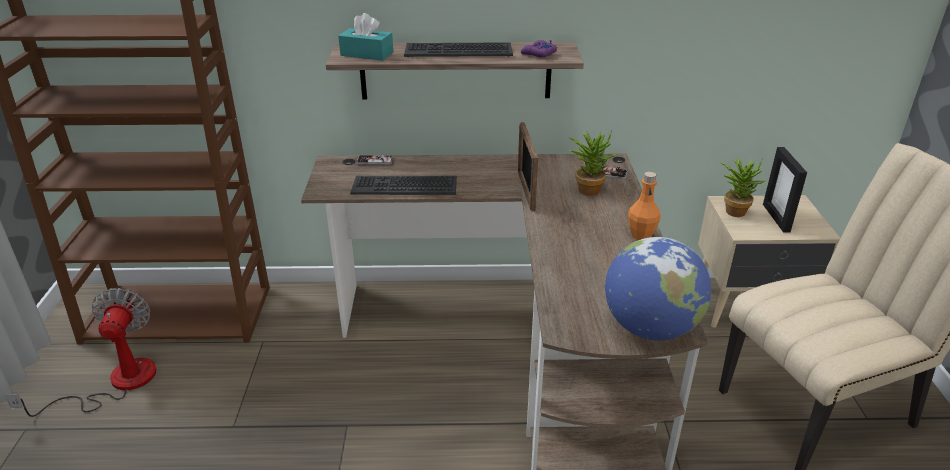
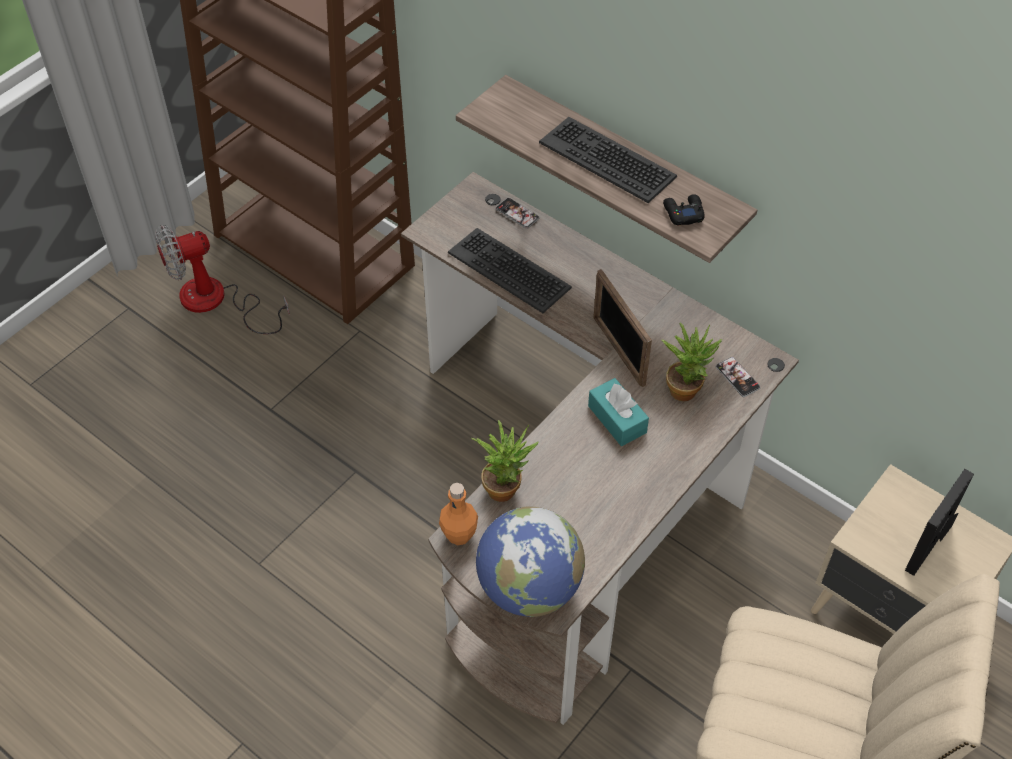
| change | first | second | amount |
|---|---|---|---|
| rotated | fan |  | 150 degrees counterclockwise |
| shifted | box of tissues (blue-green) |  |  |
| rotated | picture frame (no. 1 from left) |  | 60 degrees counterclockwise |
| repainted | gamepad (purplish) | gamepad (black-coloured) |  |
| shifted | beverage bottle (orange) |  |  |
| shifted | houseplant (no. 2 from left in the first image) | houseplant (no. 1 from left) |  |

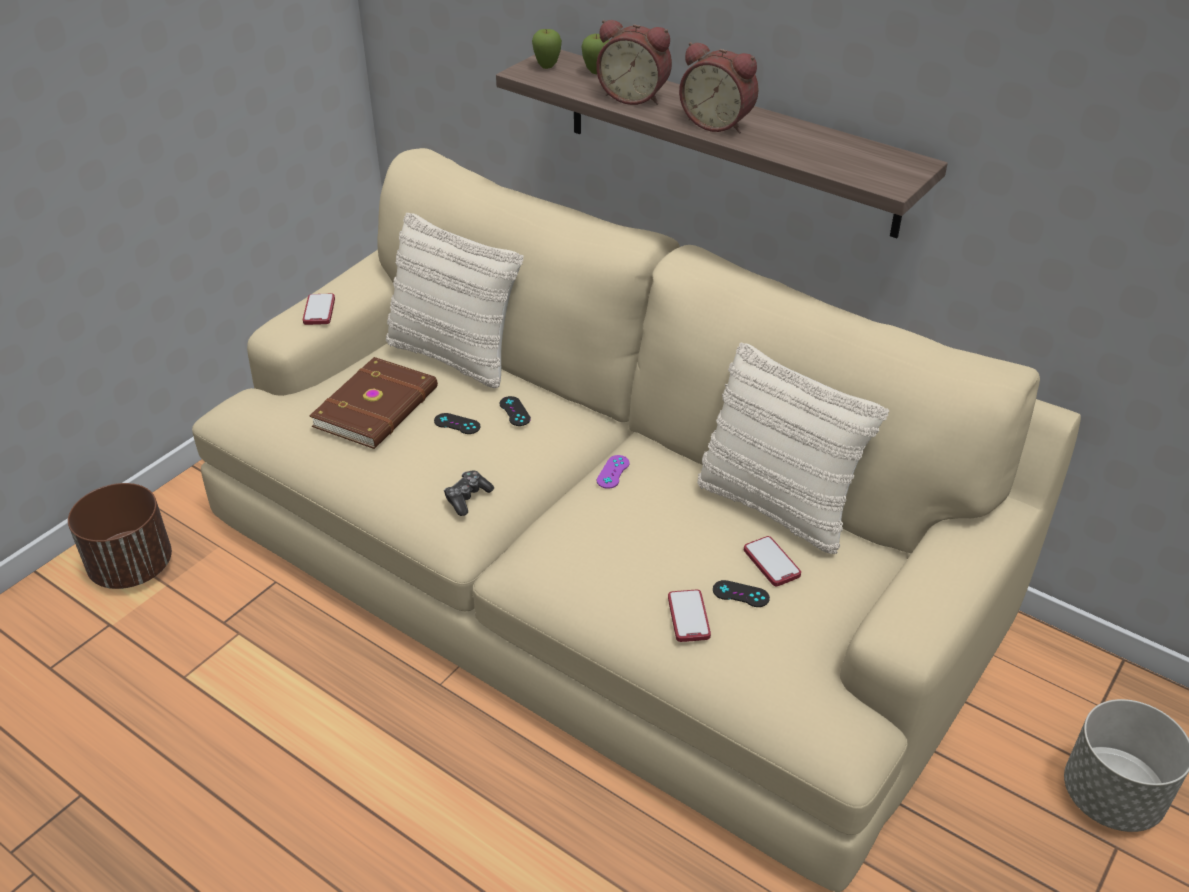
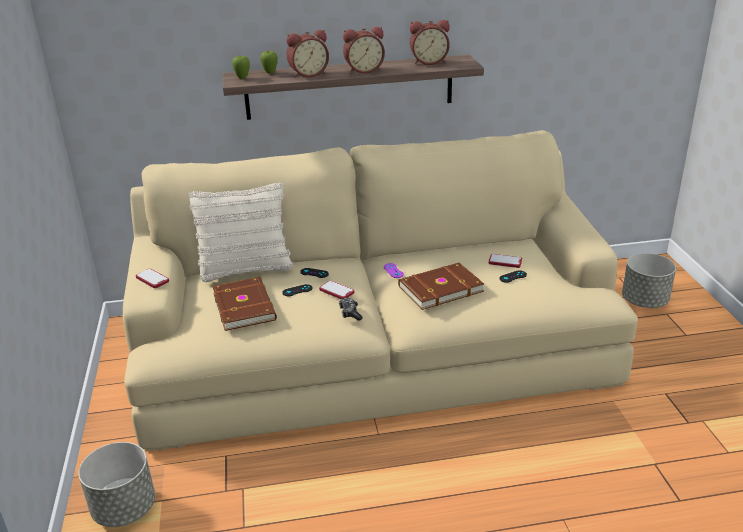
| change | first | second | amount |
|---|---|---|---|
| repainted | planter (brown) | planter (greyish) (no. 1 from left) |  |
| shifted | phone (no. 2 from left) |  |  |
| gone | pillow (beige-coloured) (no. 2 from left) |  |  |
| new |  | bound book (brown) (no. 2 from left) |  |
| new |  | alarm clock (no. 3 from left) |  |

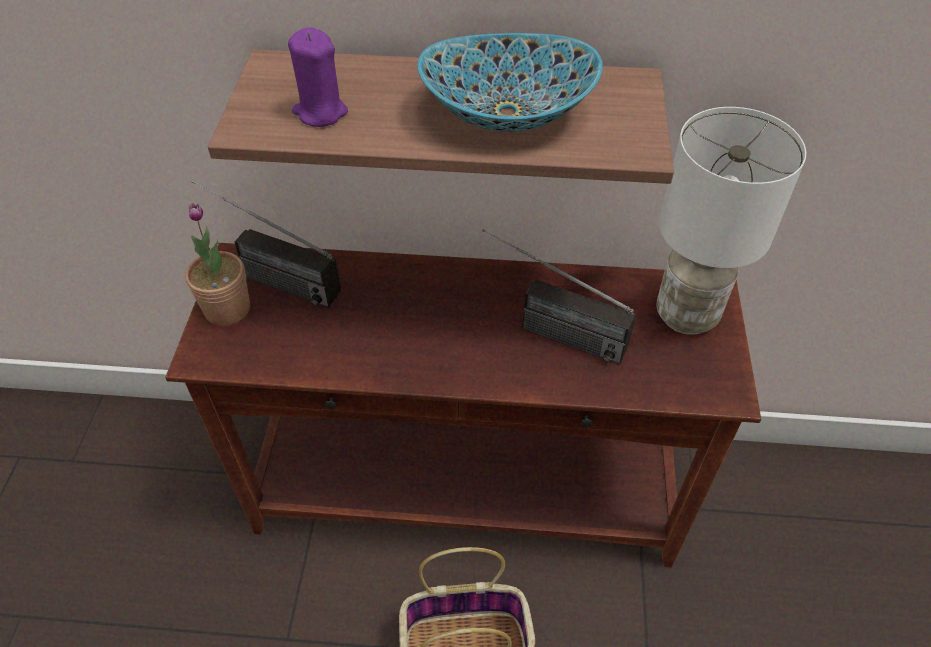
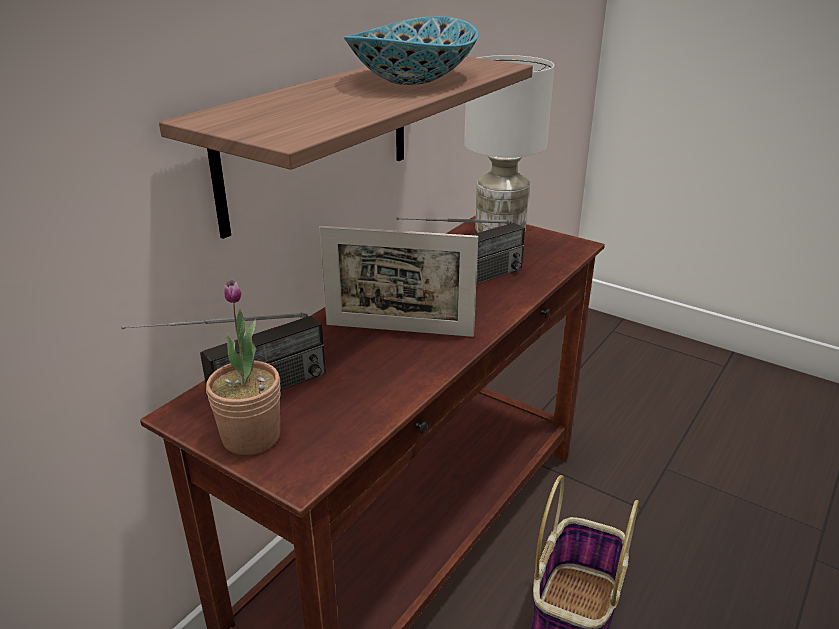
| change | first | second | amount |
|---|---|---|---|
| gone | candle (purplish) |  |  |
| new |  | picture frame |  |

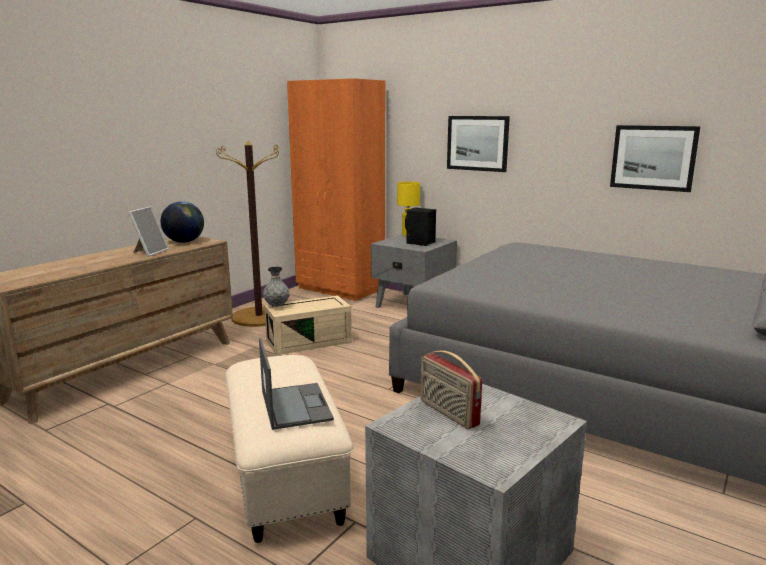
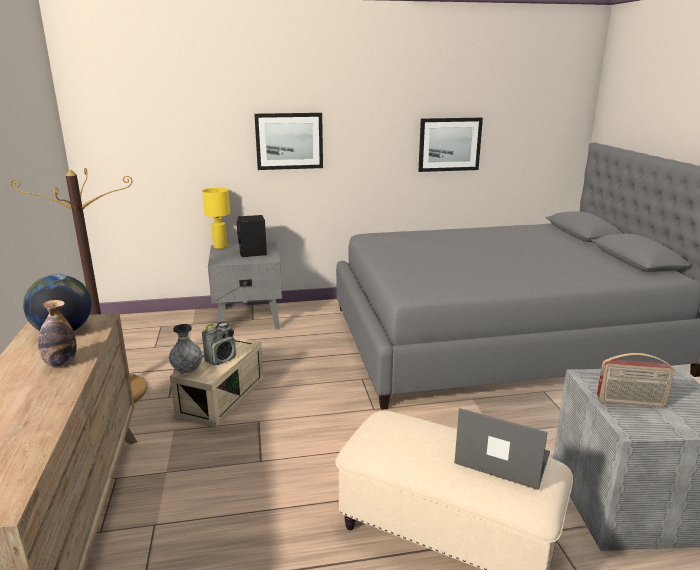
| change | first | second | amount |
|---|---|---|---|
| swapped | picture frame | beverage bottle |  |
| gone | wardrobe (orange) |  |  |
| new |  | radio (no. 1 from left) |  |

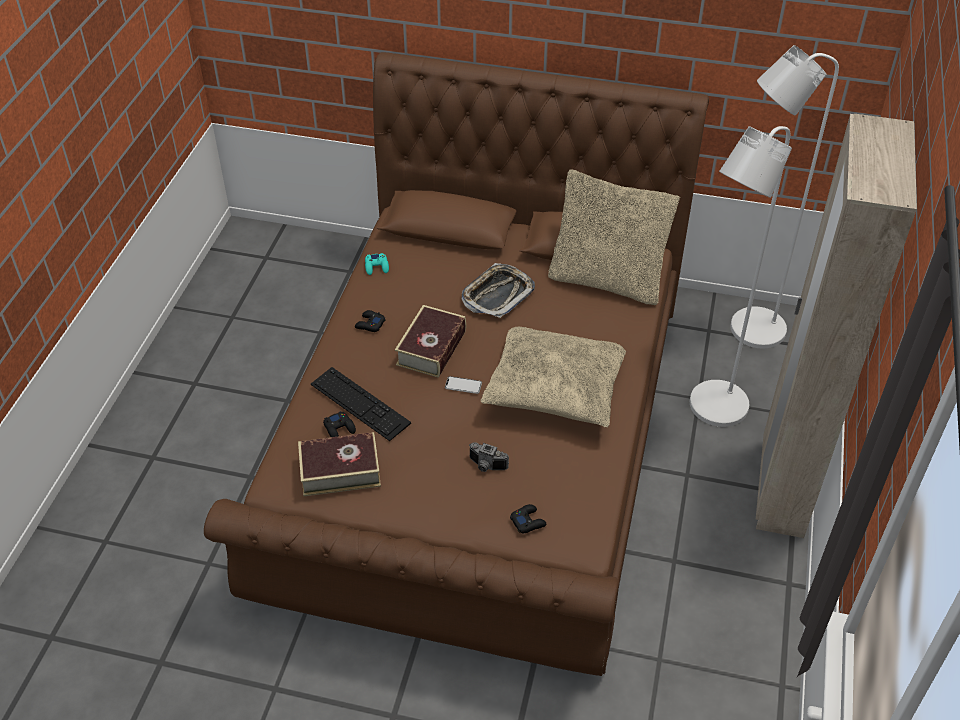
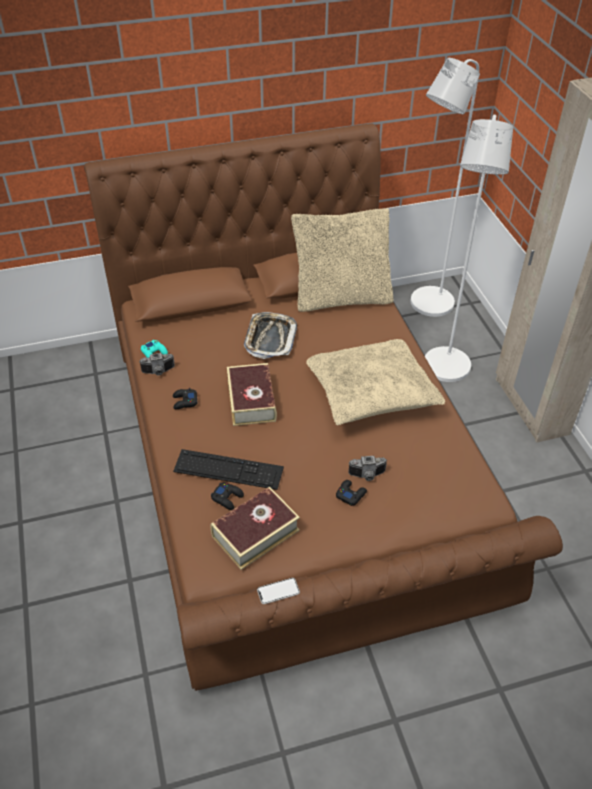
| change | first | second | amount |
|---|---|---|---|
| shifted | phone |  |  |
| shifted | gamepad (black-coloured) (no. 3 from left) |  |  |
| new |  | photo camera (no. 1 from left) |  |

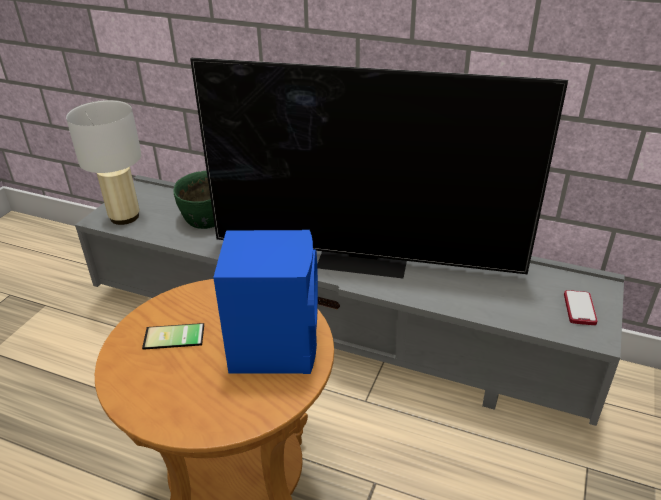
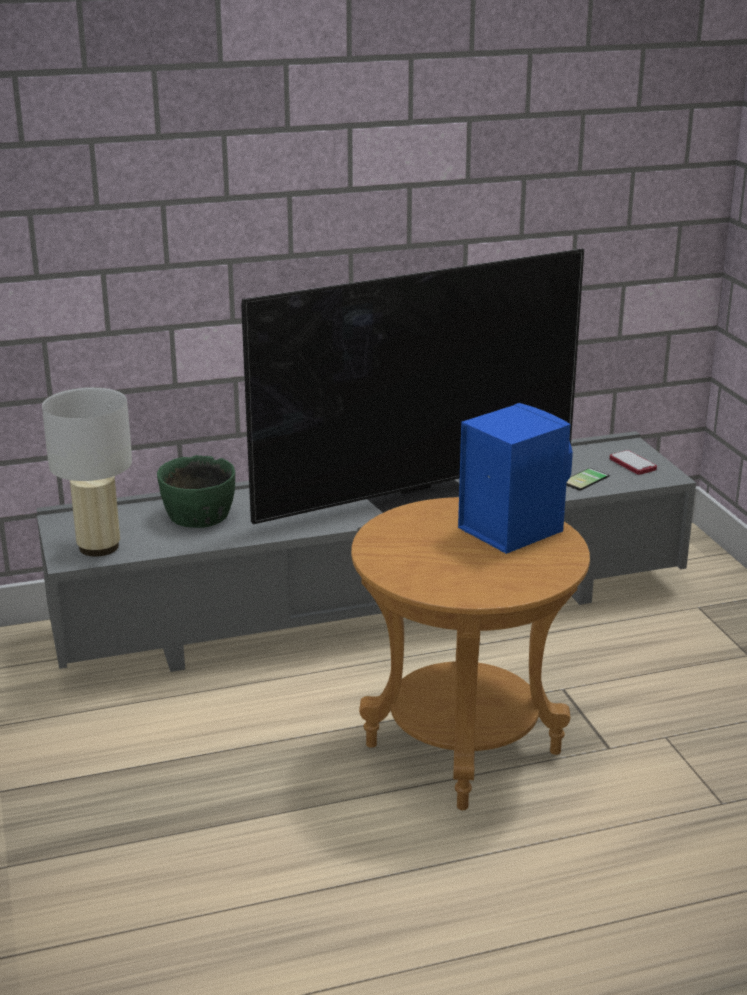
| change | first | second | amount |
|---|---|---|---|
| shifted | phone (no. 1 from left) |  |  |

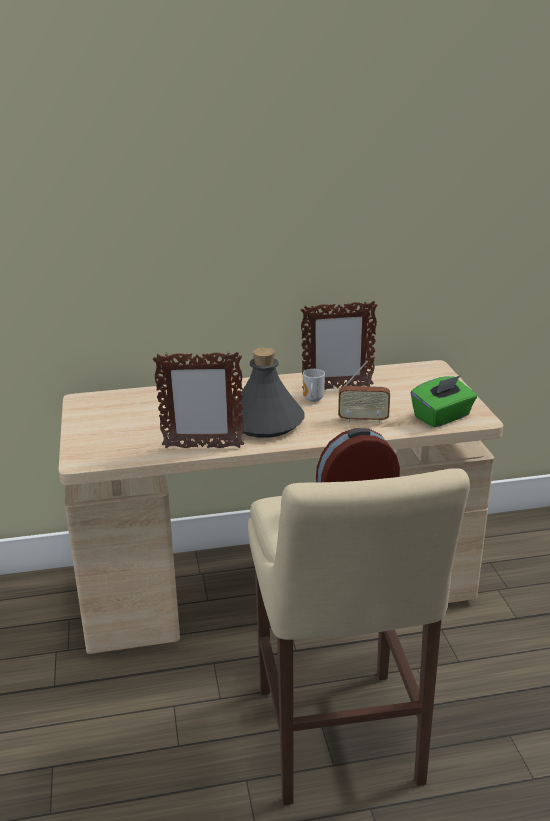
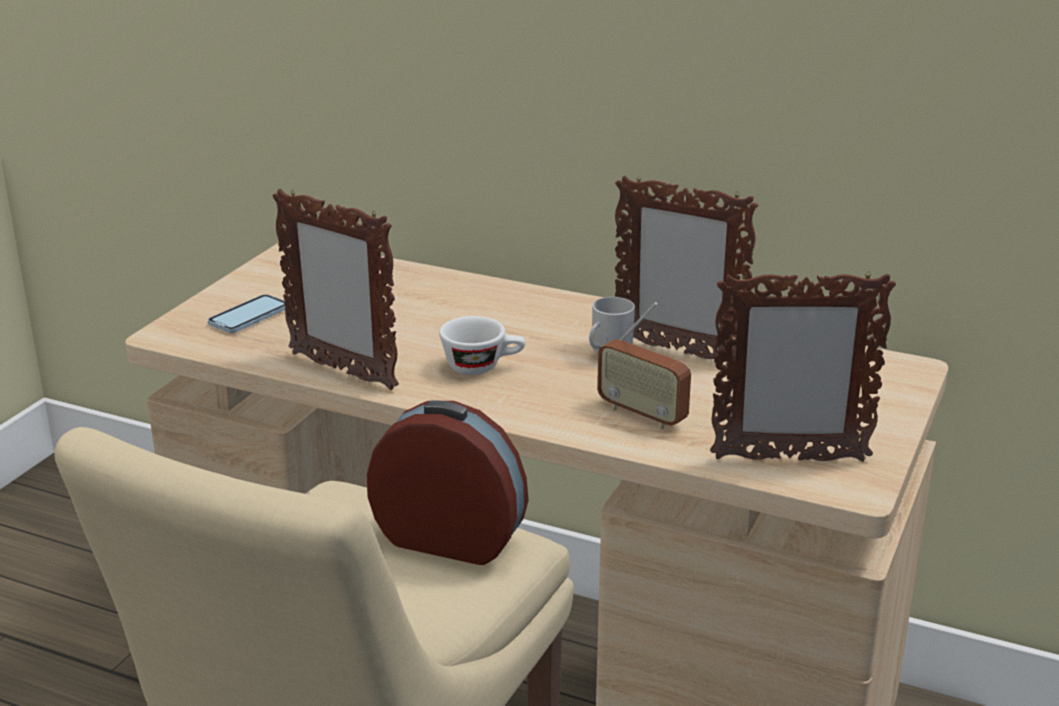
| change | first | second | amount |
|---|---|---|---|
| swapped | beverage bottle (greyish) | drinking cup (white-coloured) |  |
| swapped | box of tissues (greenish) | picture frame (no. 3 from left) |  |
| new |  | phone |  |

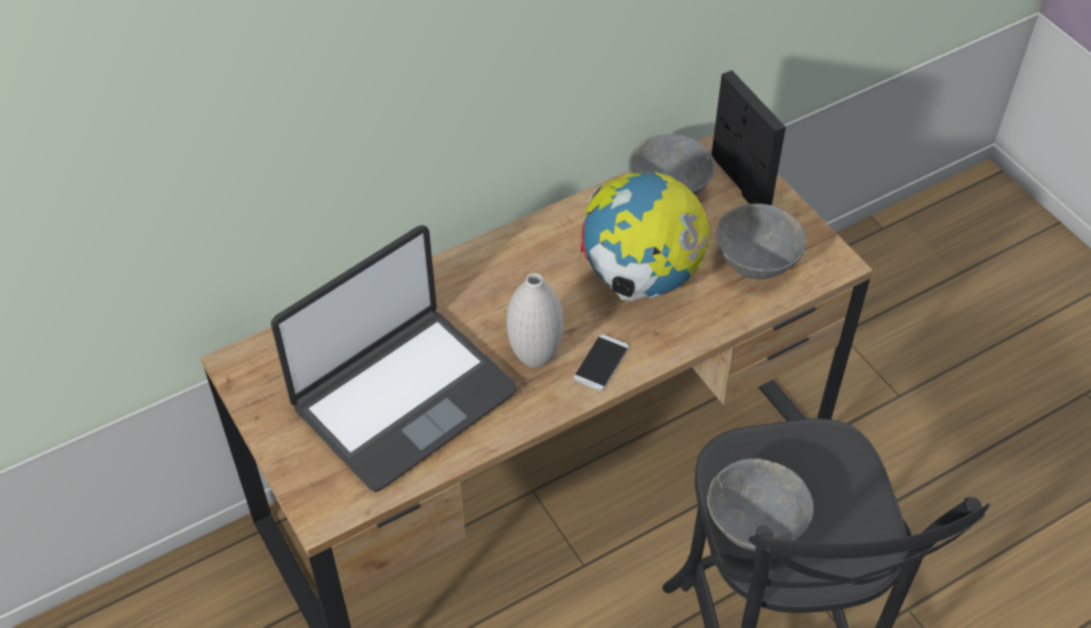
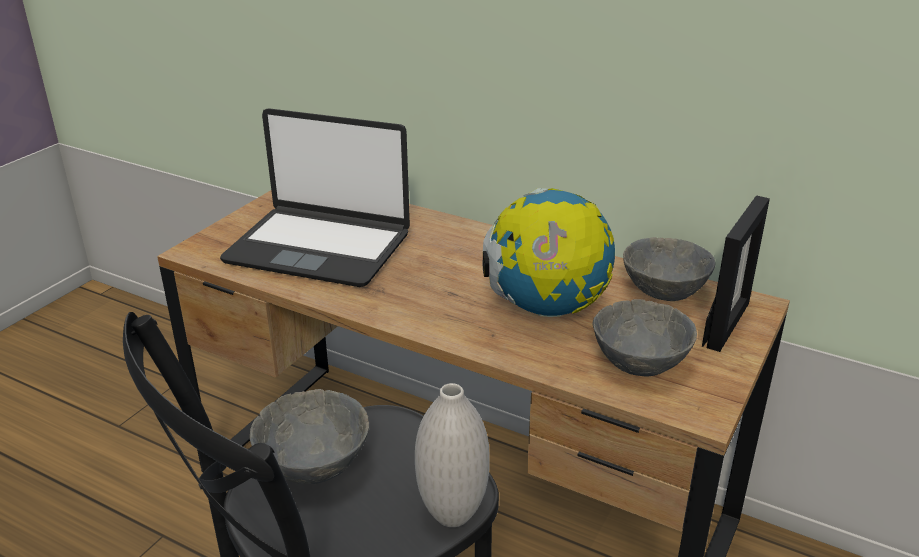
| change | first | second | amount |
|---|---|---|---|
| shifted | vase (white-coloured) |  |  |
| gone | phone |  |  |

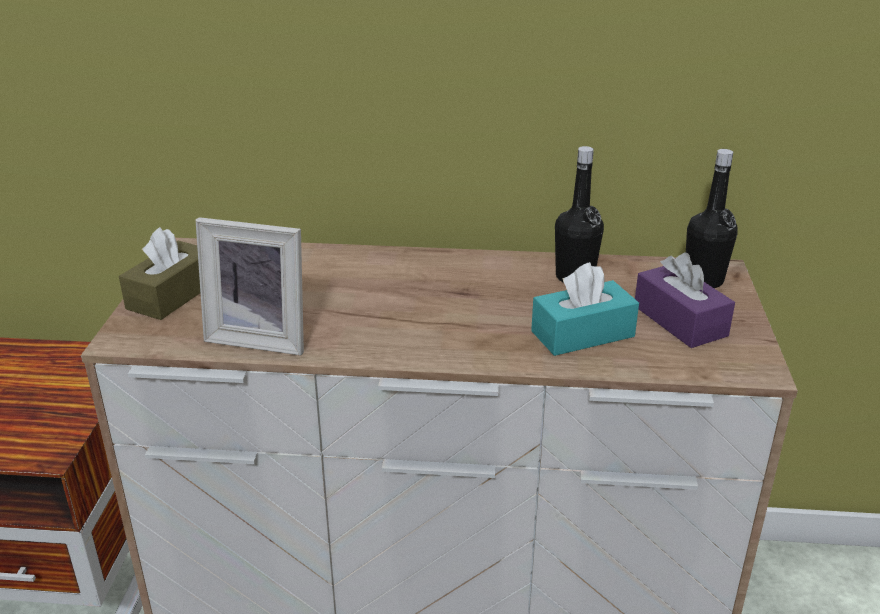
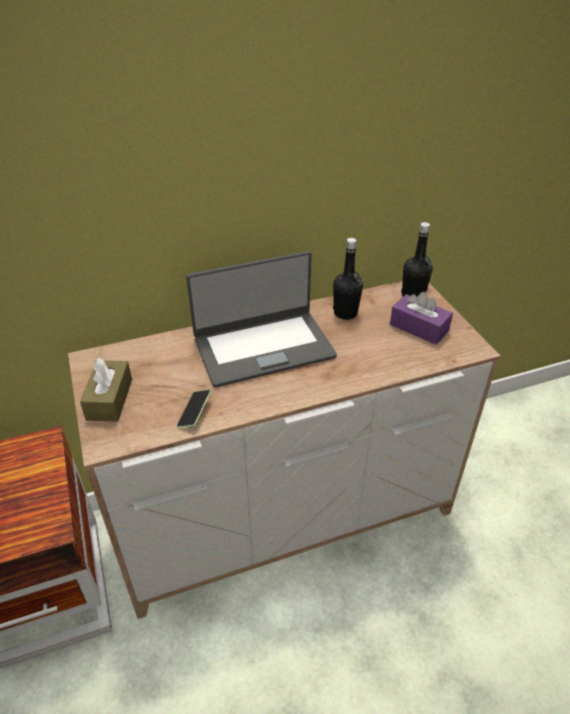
| change | first | second | amount |
|---|---|---|---|
| swapped | picture frame | phone |  |
| gone | box of tissues (blue-green) |  |  |
| new |  | laptop |  |

